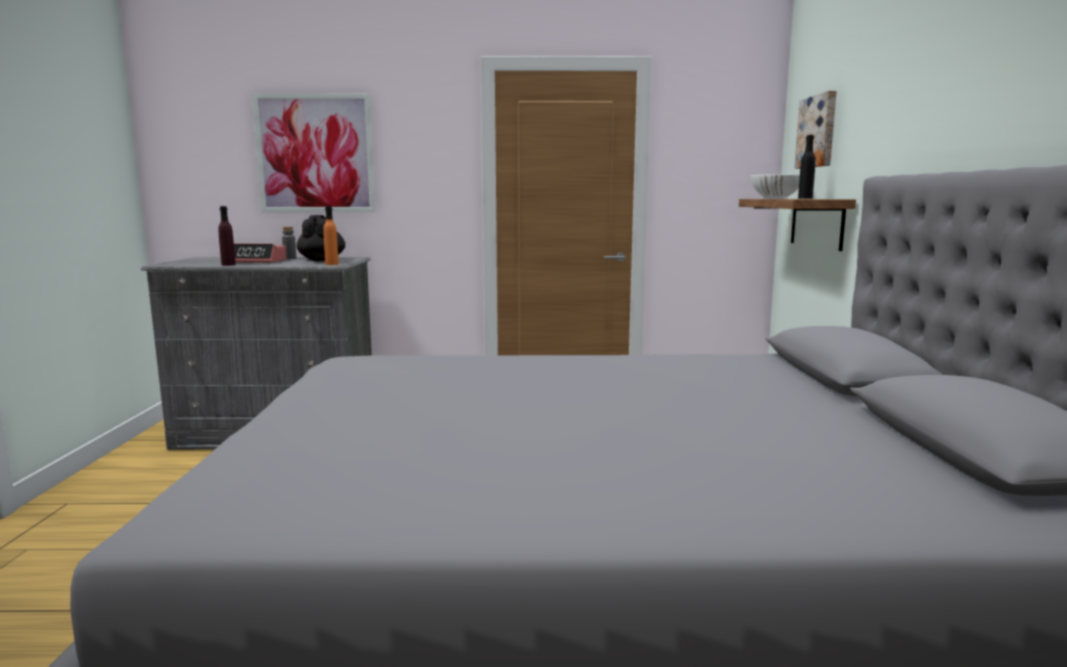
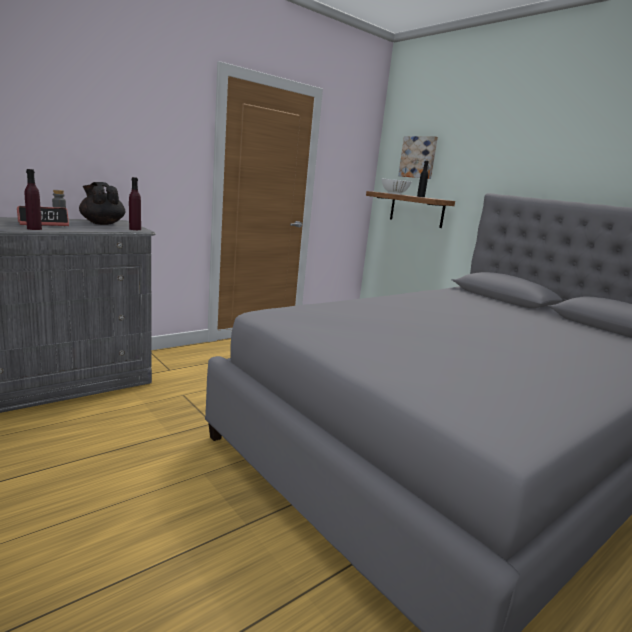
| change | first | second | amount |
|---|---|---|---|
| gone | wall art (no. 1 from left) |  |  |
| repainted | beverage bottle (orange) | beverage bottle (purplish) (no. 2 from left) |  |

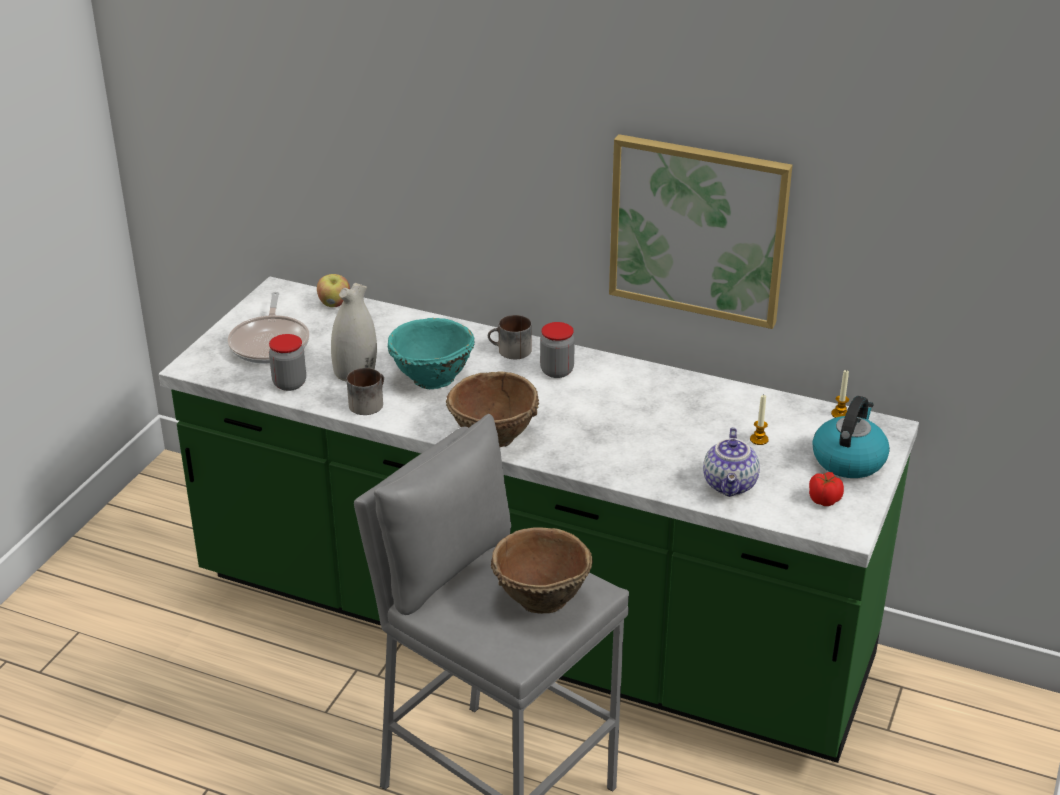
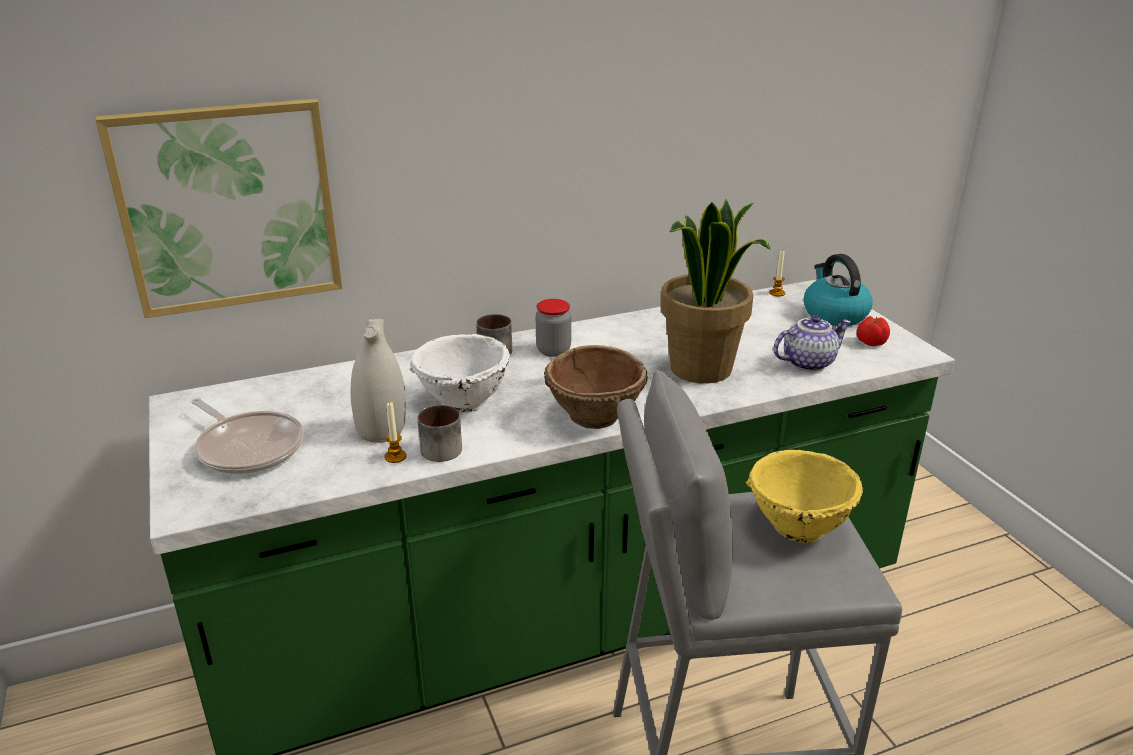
| change | first | second | amount |
|---|---|---|---|
| gone | preserve jar (no. 1 from left) |  |  |
| gone | whole apple |  |  |
| repainted | serving bowl (blue-green) | serving bowl (white-coloured) |  |
| repainted | serving bowl (brown) (no. 2 from left) | serving bowl (yellow) |  |
| shifted | wall art |  |  |
| rotated | pot for tea |  | 75 degrees counterclockwise |
| shifted | candle (no. 1 from left) |  |  |
| new |  | houseplant |  |

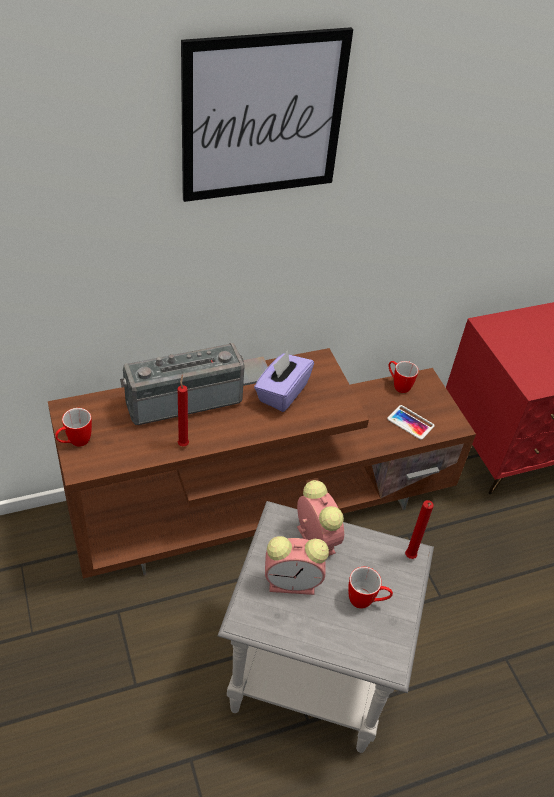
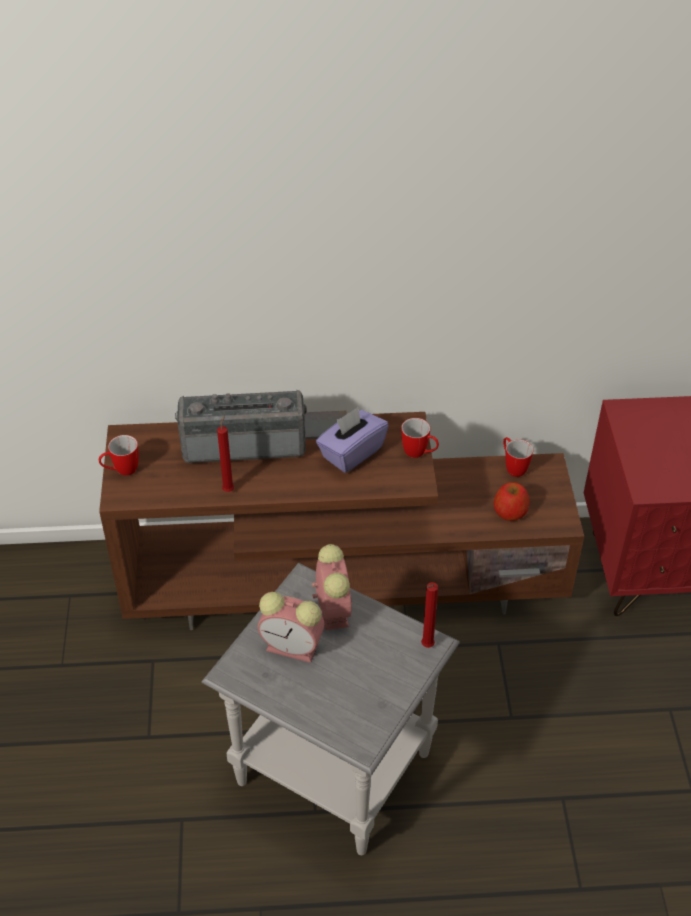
| change | first | second | amount |
|---|---|---|---|
| gone | wall art |  |  |
| shifted | tea mug (no. 2 from left) |  |  |
| swapped | phone | whole apple |  |

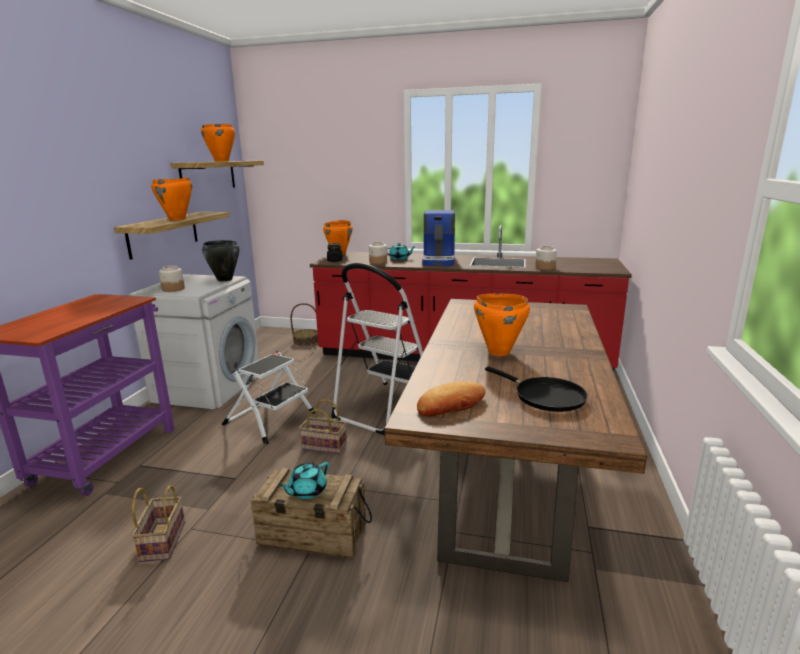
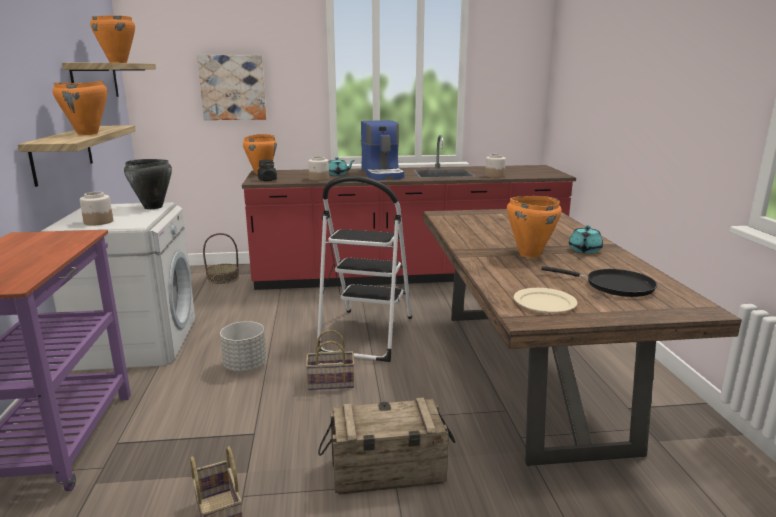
| change | first | second | amount |
|---|---|---|---|
| swapped | stepladder (no. 1 from left) | planter (greyish) |  |
| shifted | pot for tea (blue-green) (no. 1 from left in the first image) | pot for tea (blue-green) (no. 2 from left) |  |
| swapped | bread | plate (beige-coloured) |  |
| new |  | wall art |  |

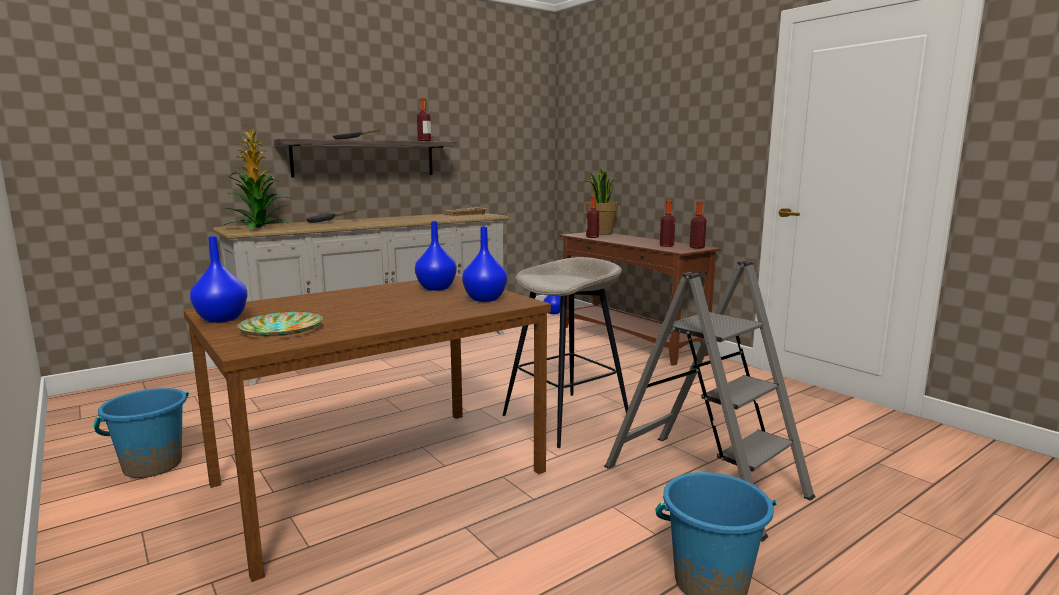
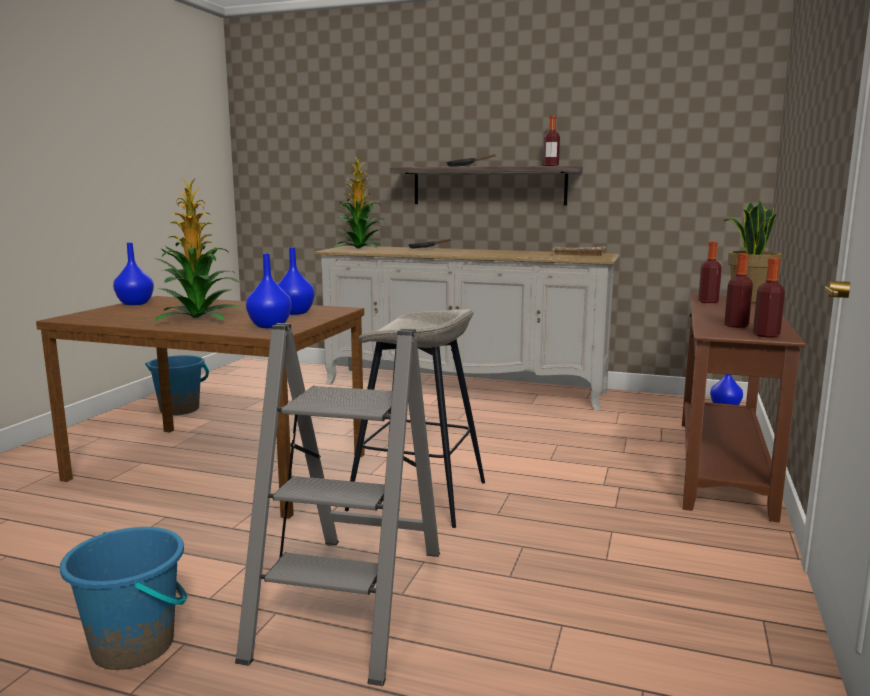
| change | first | second | amount |
|---|---|---|---|
| gone | plate |  |  |
| new |  | houseplant (no. 1 from left) |  |

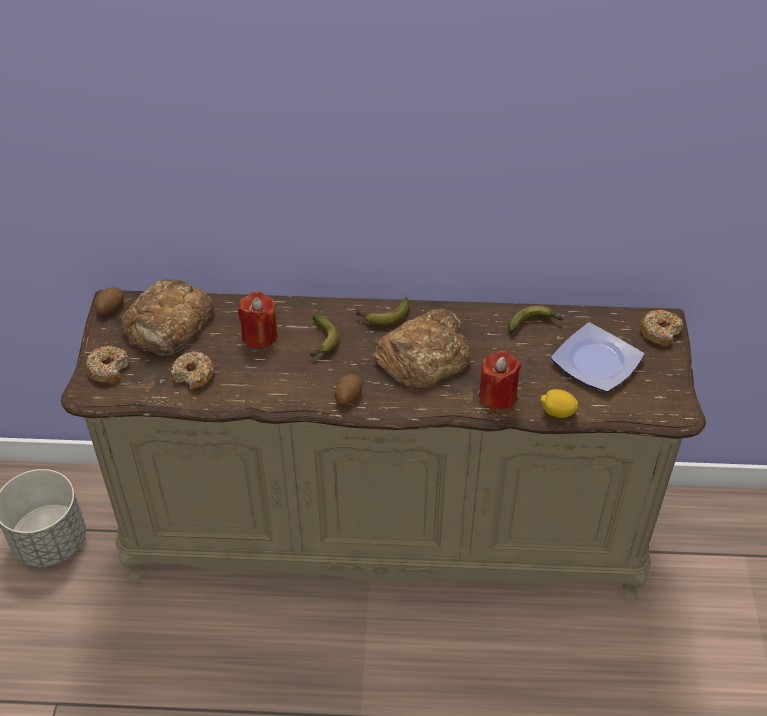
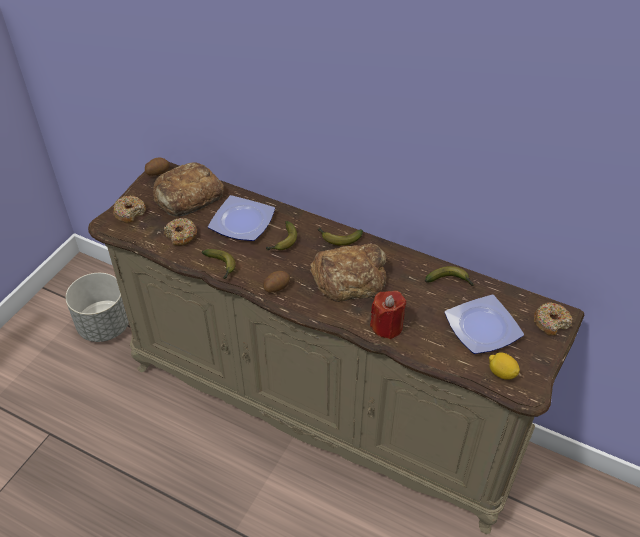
| change | first | second | amount |
|---|---|---|---|
| swapped | candle (red) (no. 1 from left) | plate (no. 1 from left) |  |
| shifted | lemon |  |  |
| new |  | banana (no. 1 from left) |  |

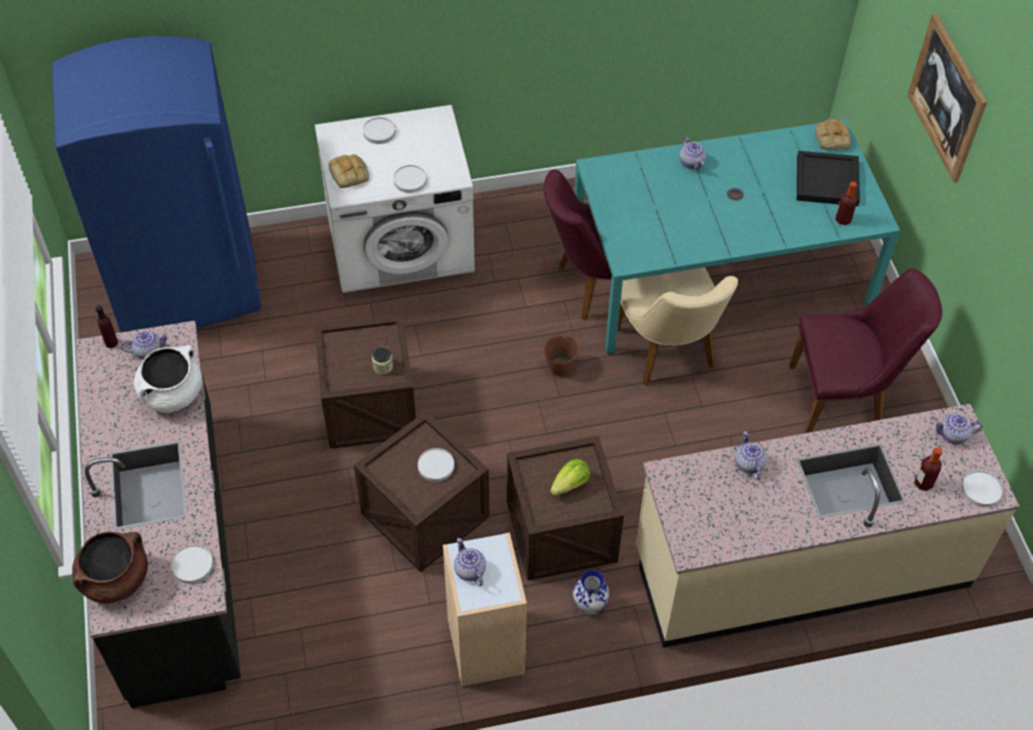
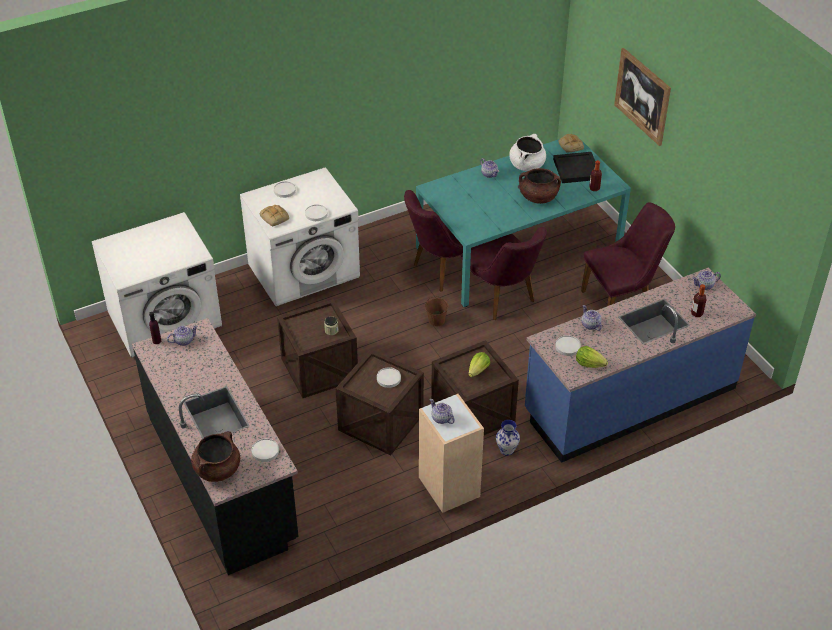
| change | first | second | amount |
|---|---|---|---|
| swapped | kitchen fridge (blue) | laundry machine (white-coloured) (no. 1 from left) |  |
| shifted | stockpot (white-coloured) |  |  |
| repainted | upright chair (beige-coloured) | upright chair (purplish) (no. 2 from left) |  |
| repainted | kitchen counter (beige-coloured) | kitchen counter (blue) |  |
| shifted | plate (white-coloured) (no. 5 from left) |  |  |
| new |  | stockpot (brown) (no. 2 from left) |  |
| new |  | lettuce head (no. 2 from left) |  |

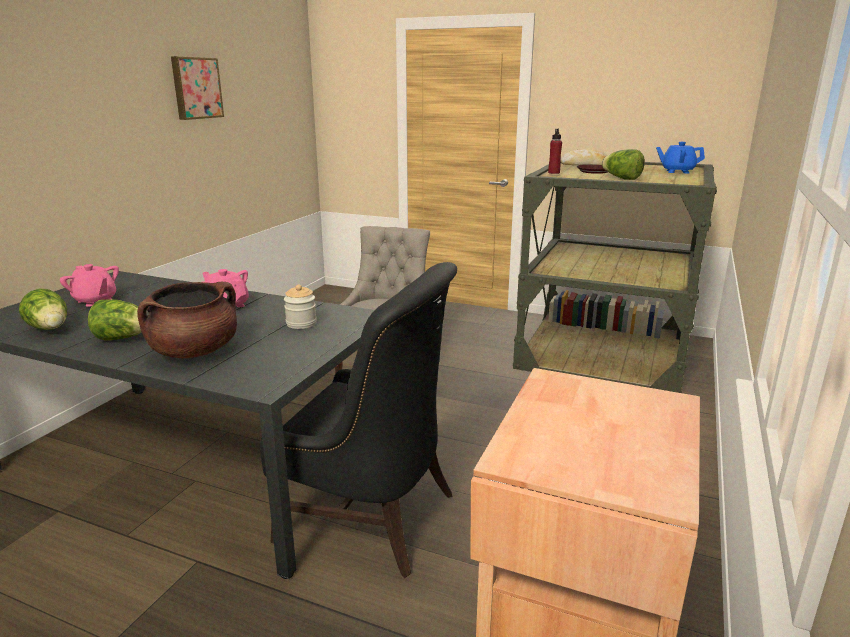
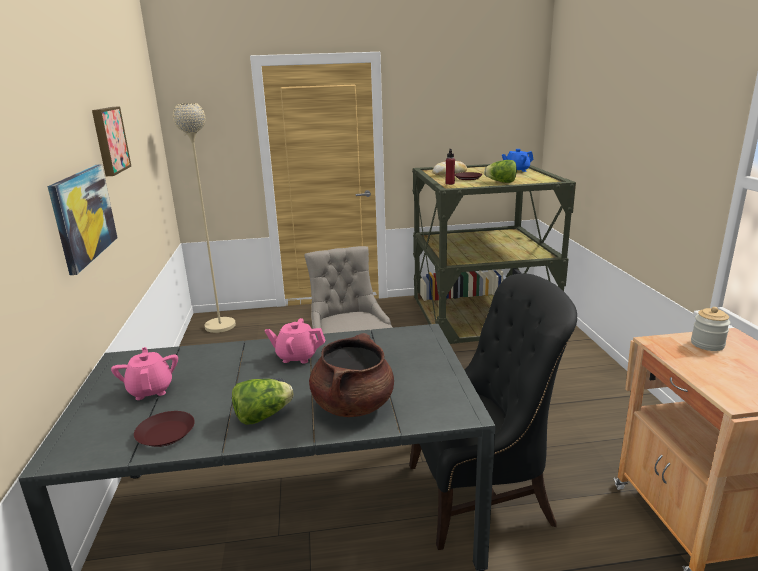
| change | first | second | amount |
|---|---|---|---|
| swapped | lettuce head (no. 1 from left) | plate (brown) (no. 1 from left) |  |
| rotated | pot for tea (pinkish) (no. 1 from left) |  | 120 degrees counterclockwise |
| shifted | preserve jar |  |  |
| new |  | wall art (no. 1 from left) |  |
| new |  | standing lamp (beige-coloured) |  |

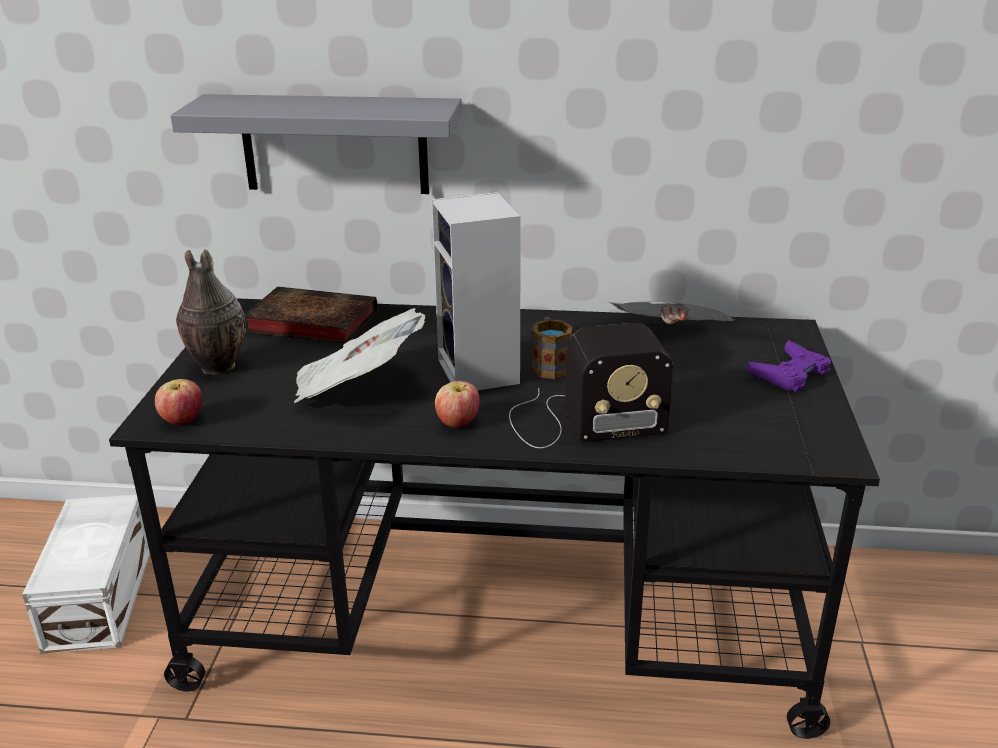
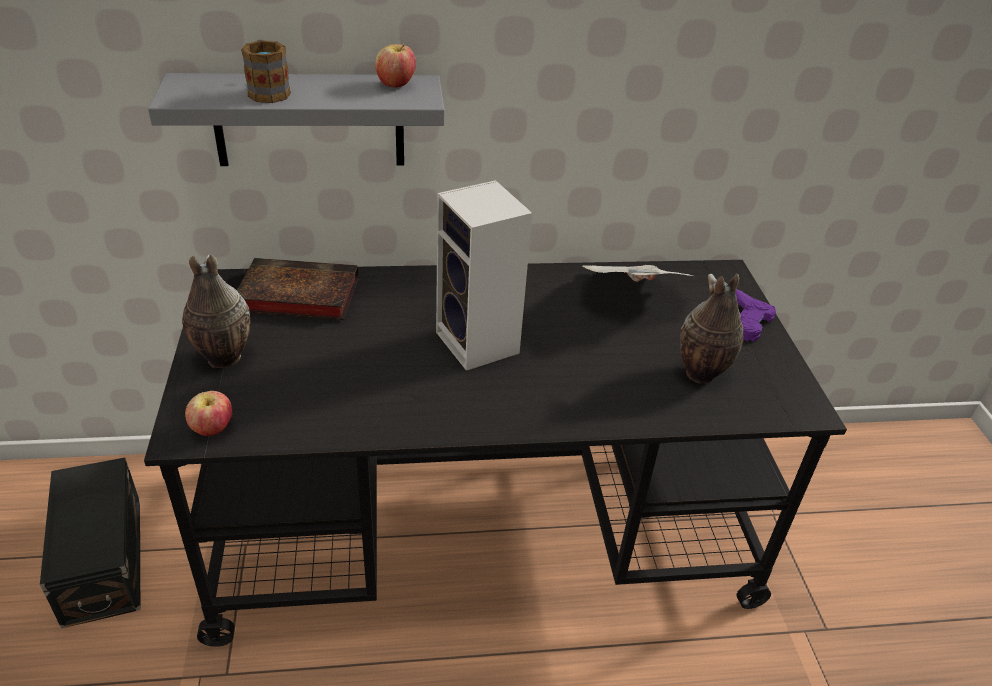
| change | first | second | amount |
|---|---|---|---|
| repainted | storage box (white-coloured) | storage box (black-coloured) |  |
| gone | printed paper (no. 1 from left) |  |  |
| shifted | whole apple (no. 2 from left) |  |  |
| gone | radio |  |  |
| shifted | tea mug |  |  |
| new |  | vase (no. 2 from left) |  |

